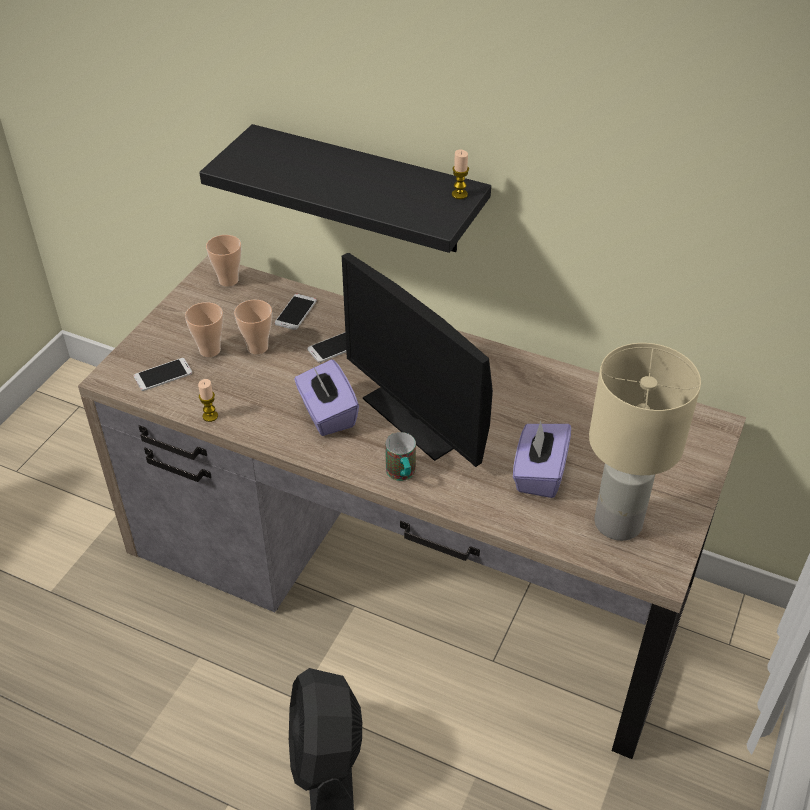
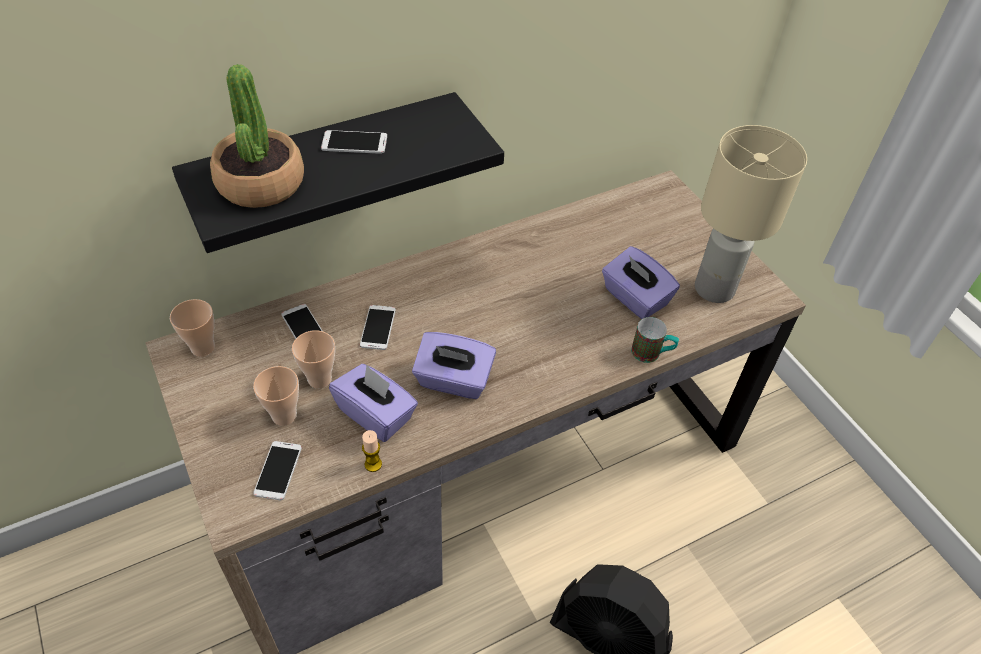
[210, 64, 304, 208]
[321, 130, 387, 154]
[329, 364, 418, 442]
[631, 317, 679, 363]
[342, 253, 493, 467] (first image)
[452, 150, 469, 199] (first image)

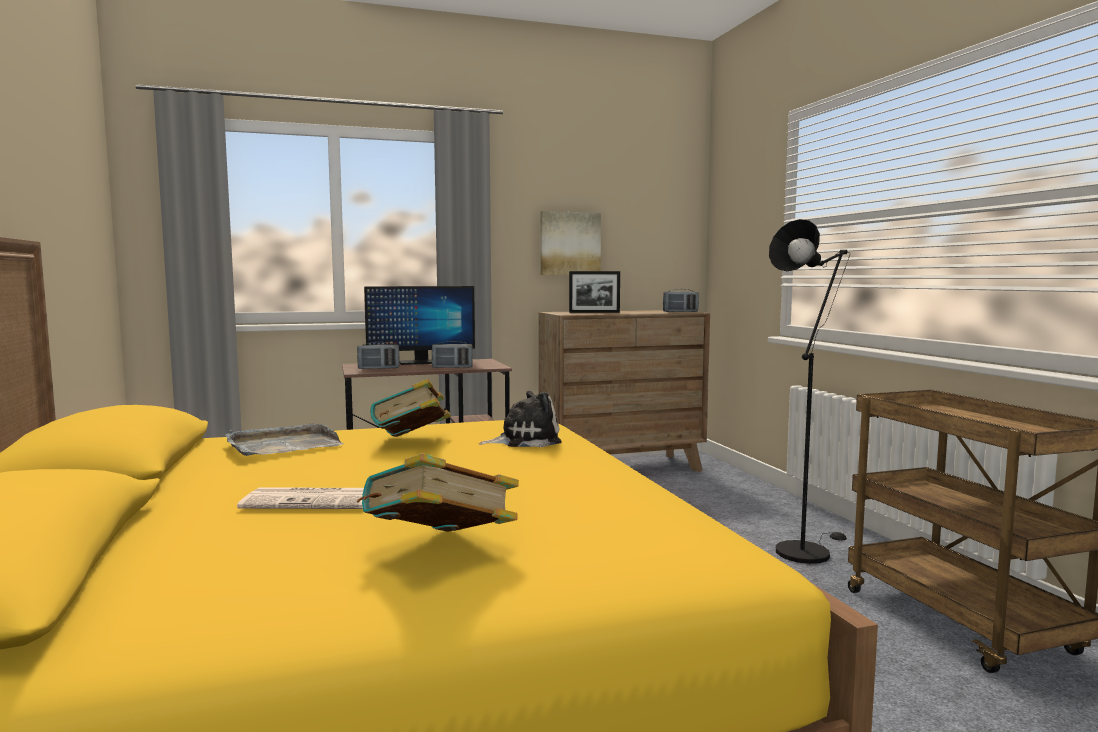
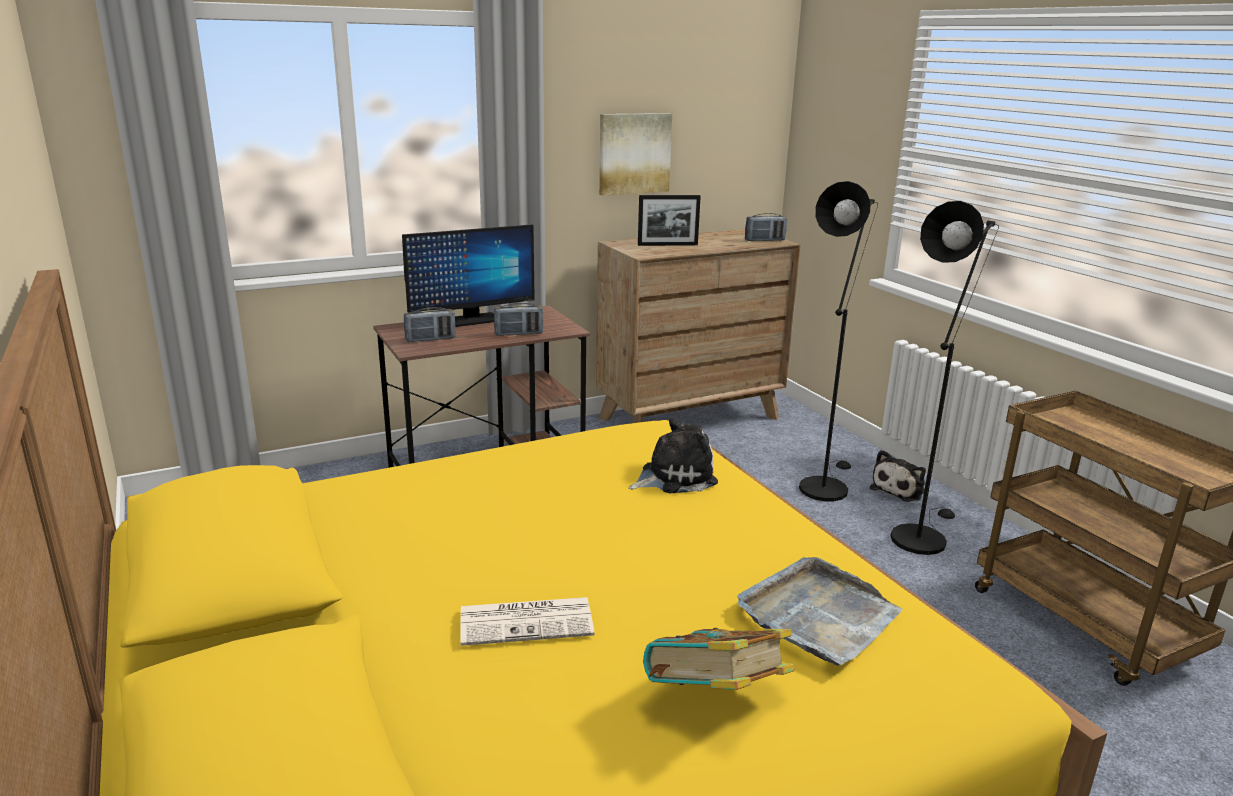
[737, 557, 903, 666]
[799, 181, 878, 501]
[870, 450, 926, 502]
[370, 379, 451, 437] (first image)

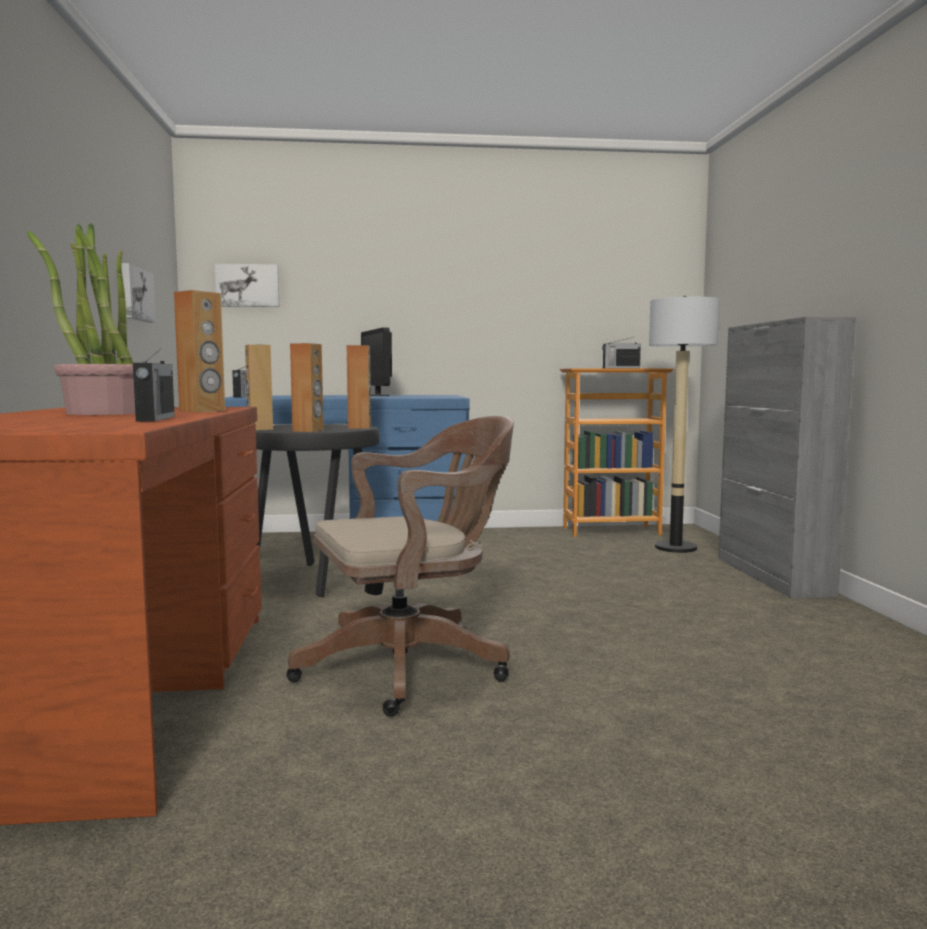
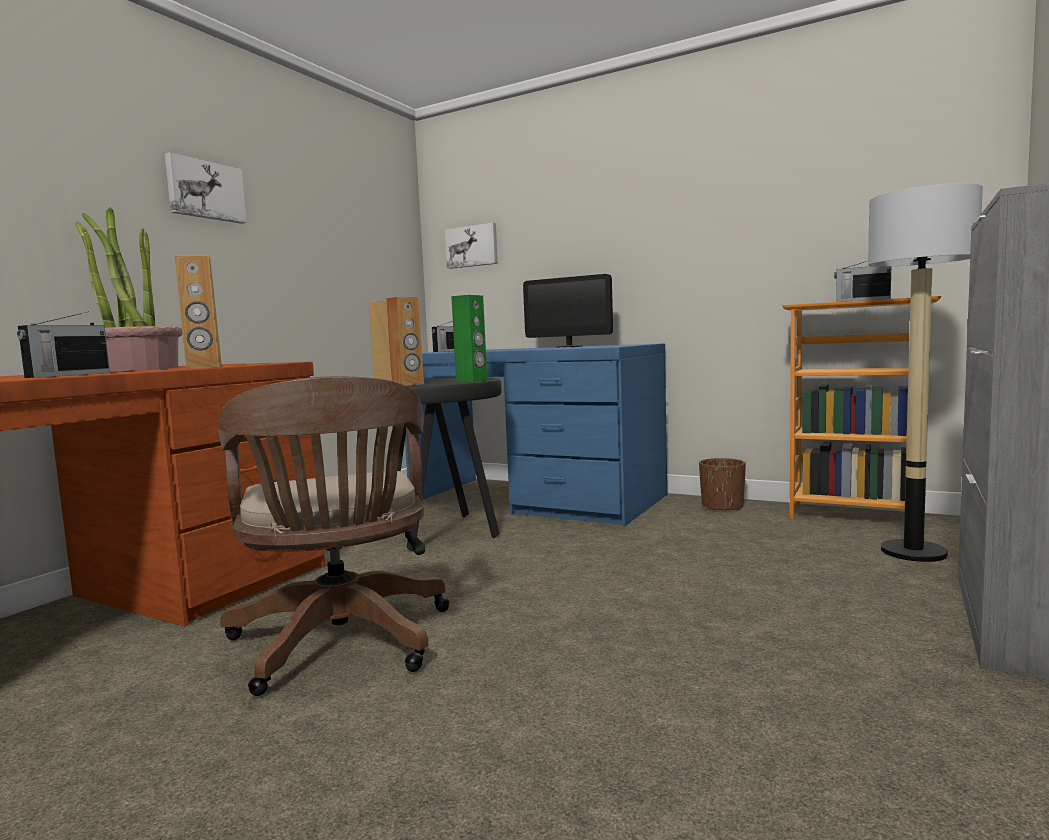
[165, 152, 247, 224]
[218, 376, 449, 696]
[451, 295, 487, 382]
[523, 274, 613, 347]
[699, 458, 746, 511]

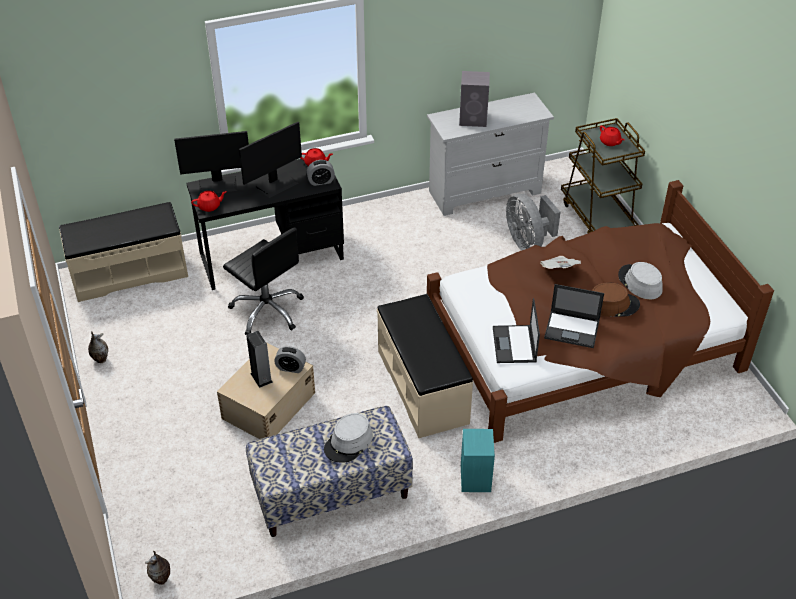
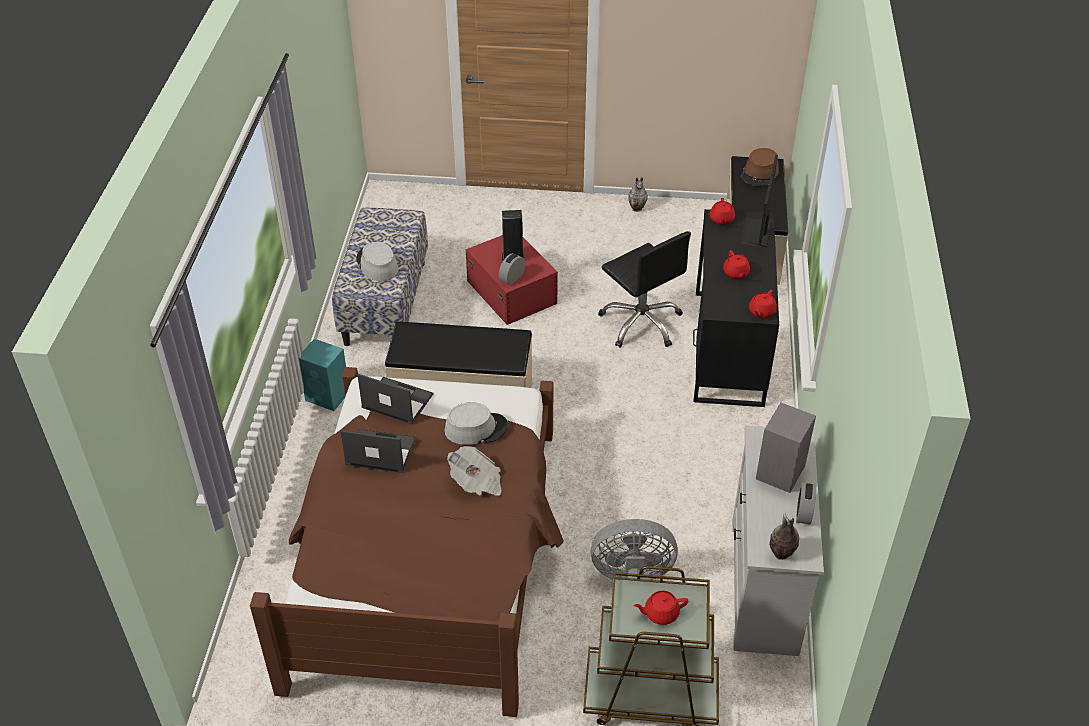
[340, 429, 416, 473]
[444, 402, 508, 445]
[466, 235, 558, 325]
[598, 231, 691, 348]
[723, 250, 750, 279]
[741, 148, 779, 186]
[769, 513, 799, 560]
[796, 482, 816, 524]

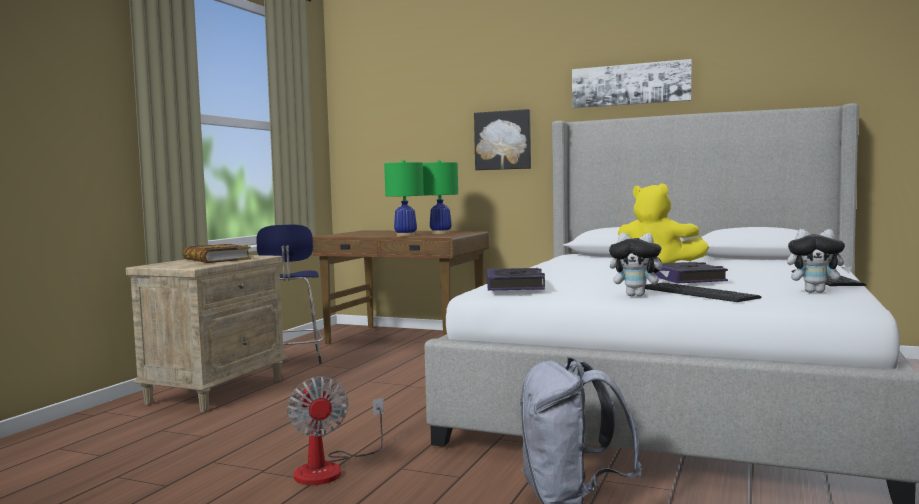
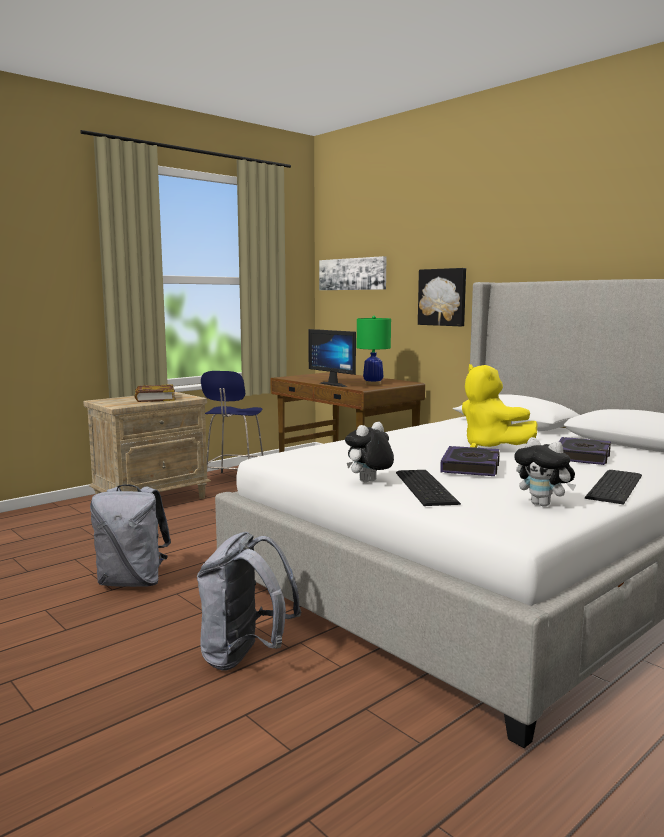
[90, 484, 171, 587]
[308, 329, 356, 387]
[319, 256, 386, 290]
[345, 422, 394, 482]
[559, 437, 611, 465]

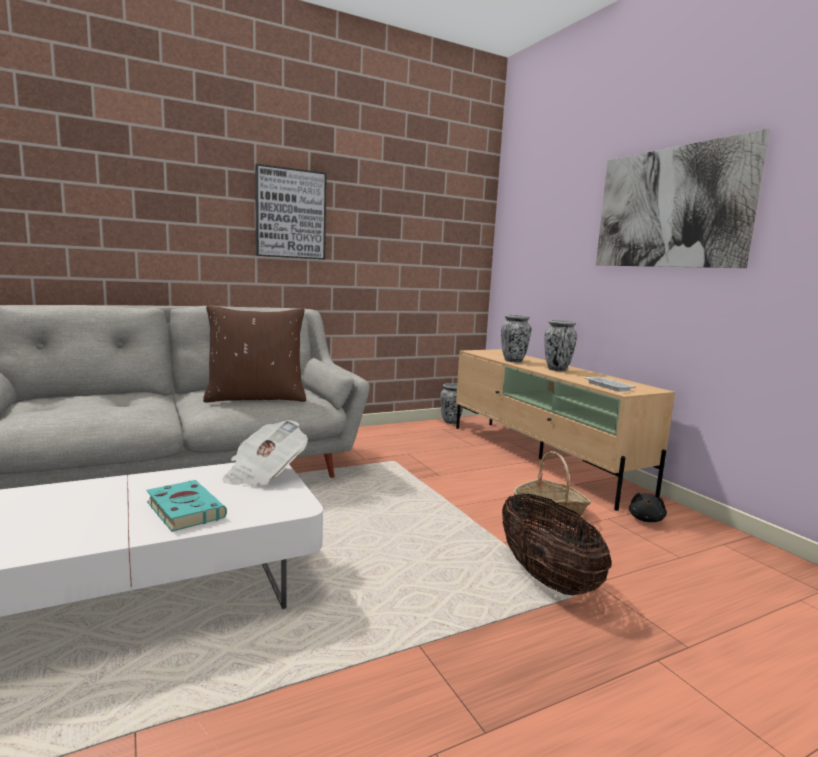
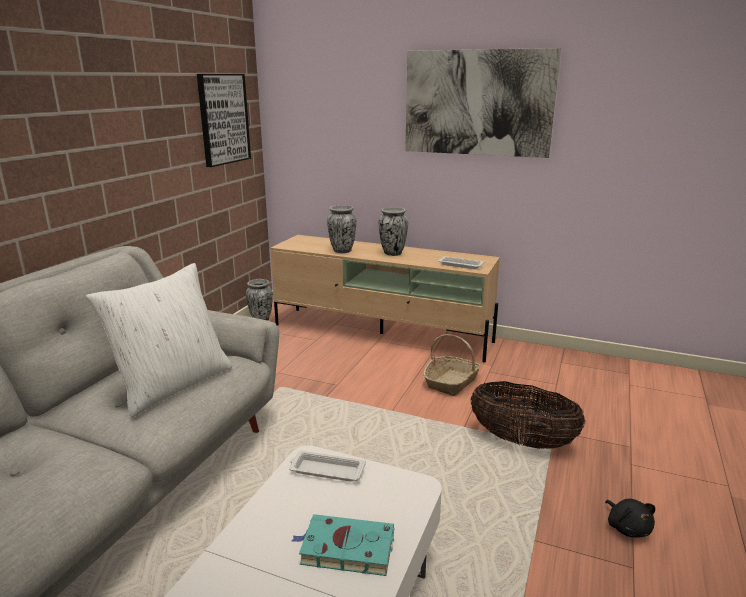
[86, 263, 232, 417]
[197, 74, 251, 167]
[289, 451, 366, 482]
[605, 499, 655, 537]

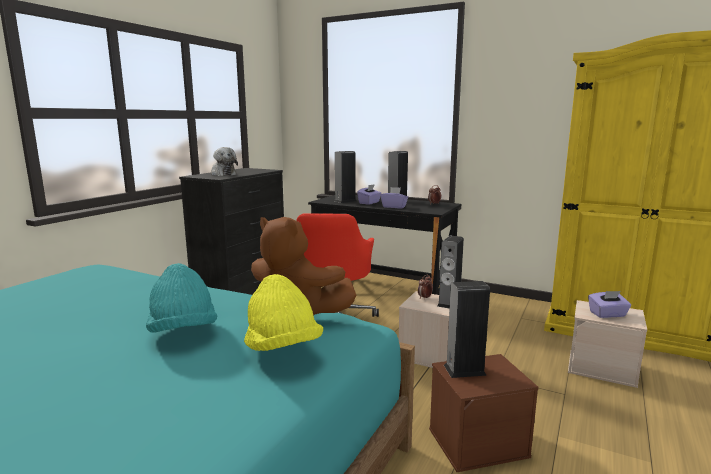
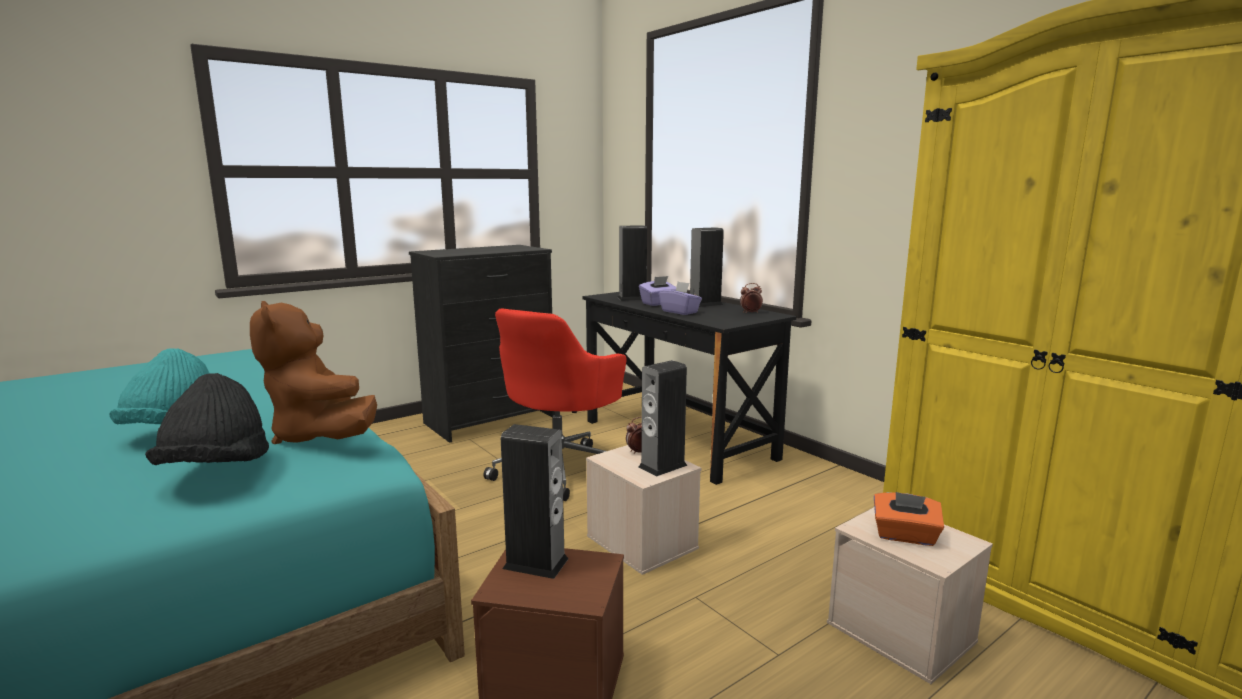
[145, 373, 269, 465]
[874, 492, 944, 546]
[211, 147, 238, 176] (first image)

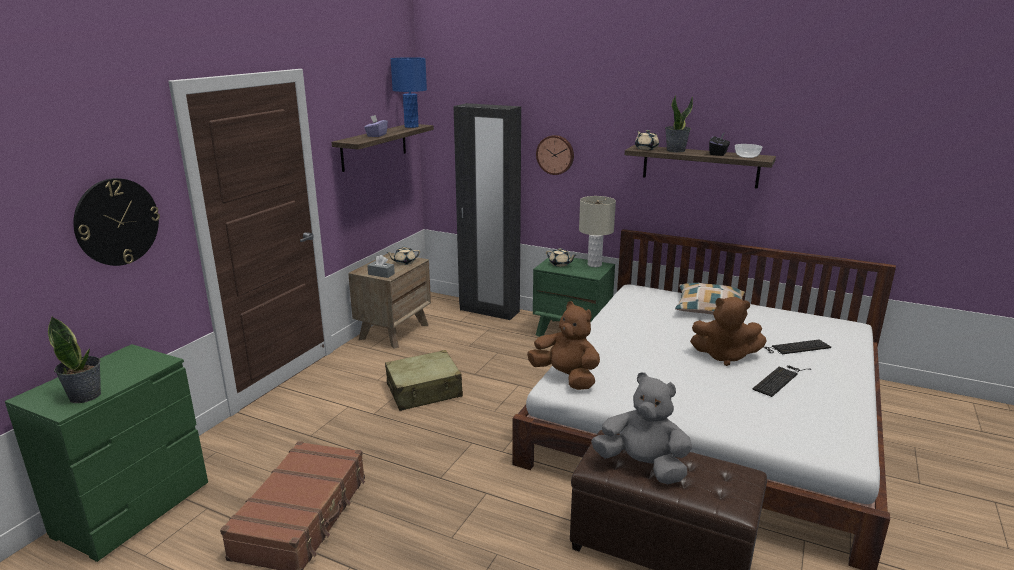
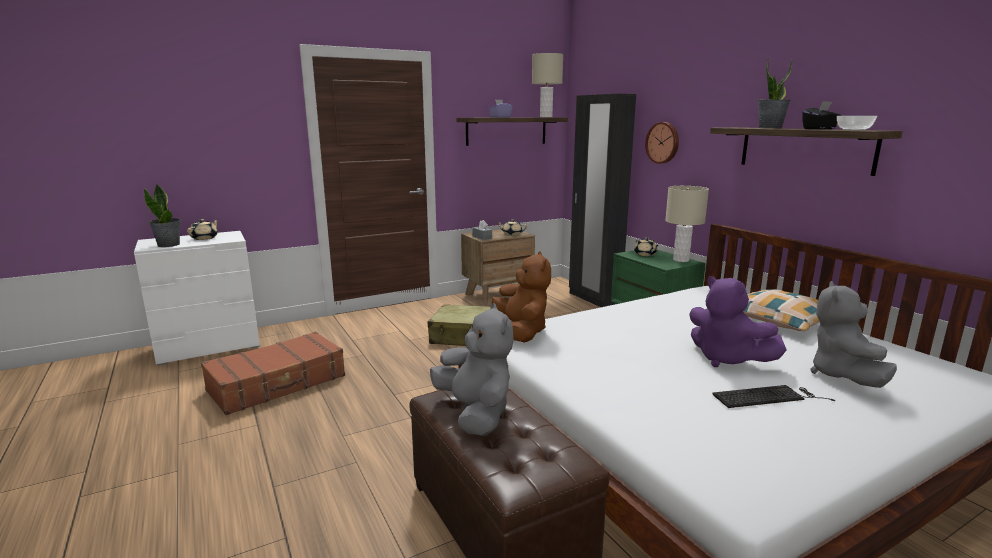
[134, 231, 260, 366]
[187, 219, 218, 240]
[532, 53, 563, 117]
[689, 276, 787, 367]
[810, 281, 897, 388]
[73, 178, 160, 266] (first image)

